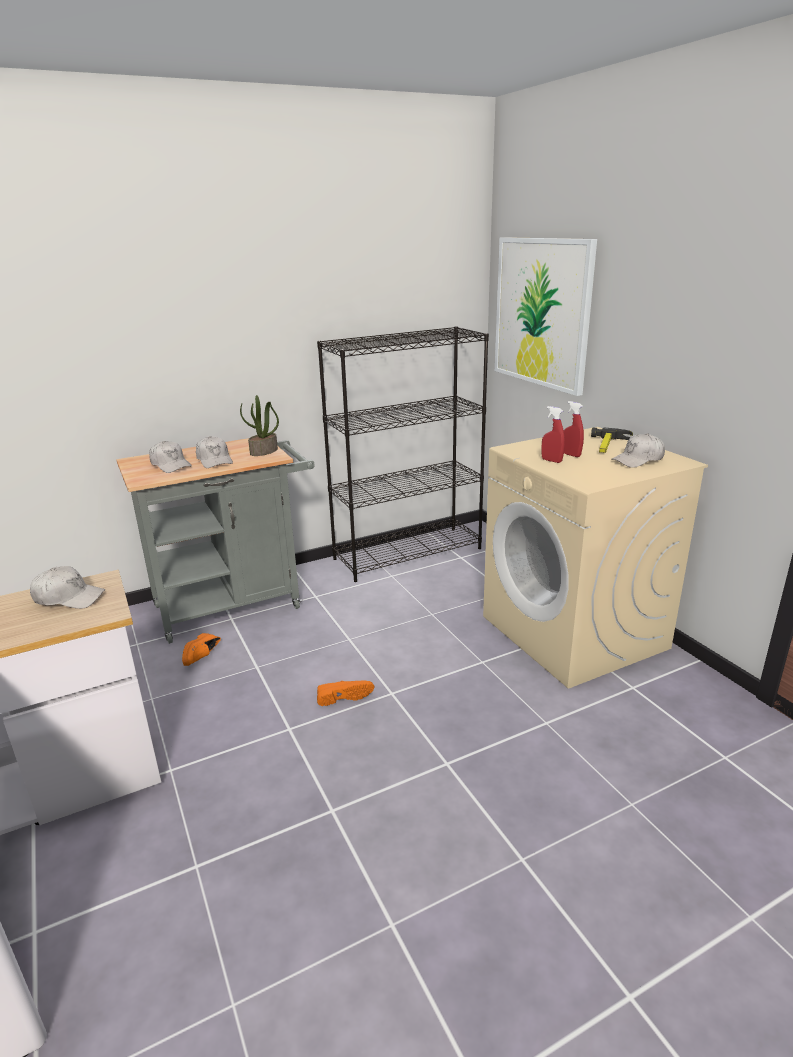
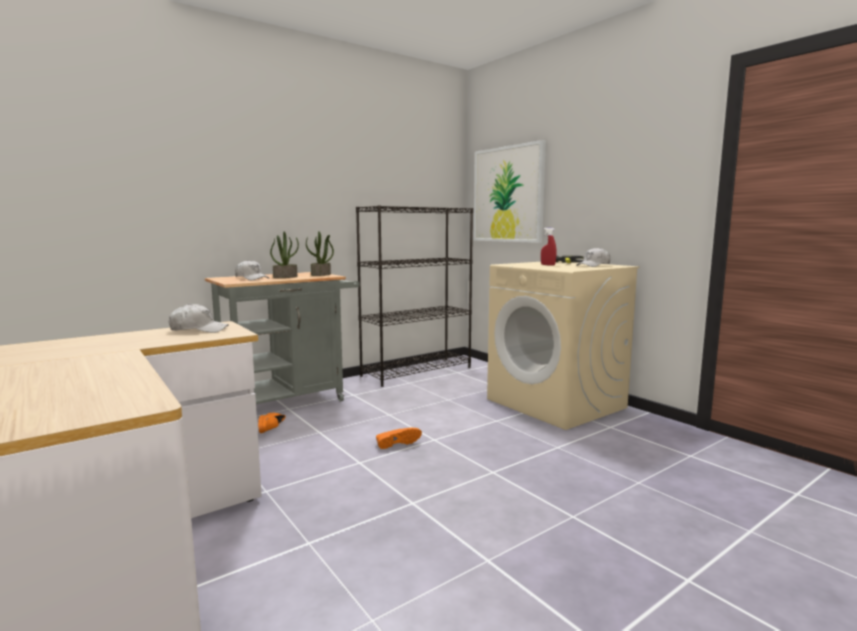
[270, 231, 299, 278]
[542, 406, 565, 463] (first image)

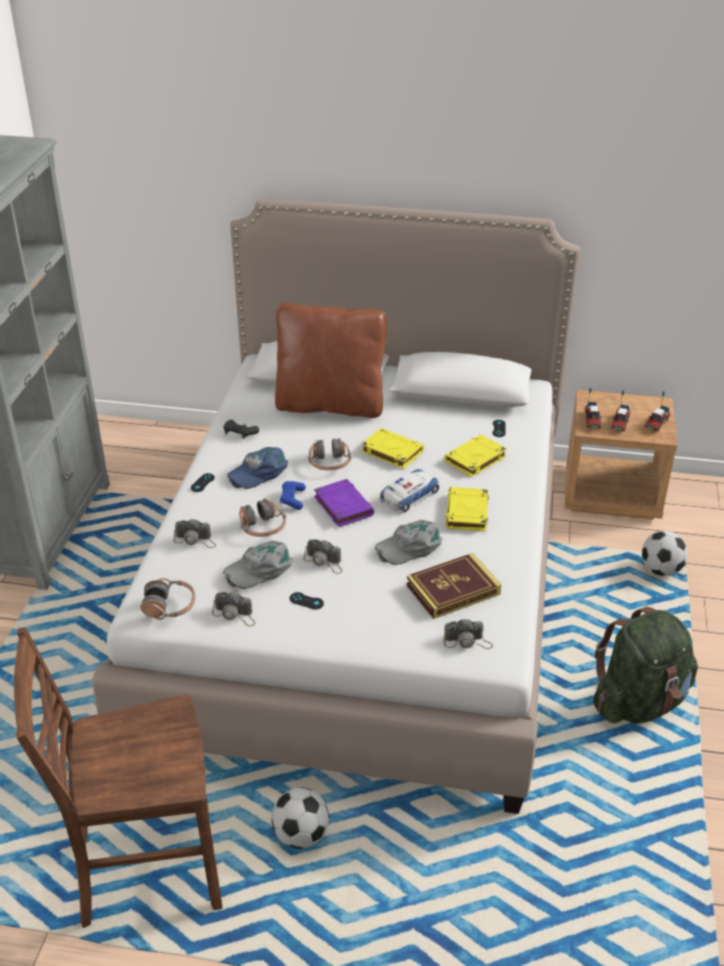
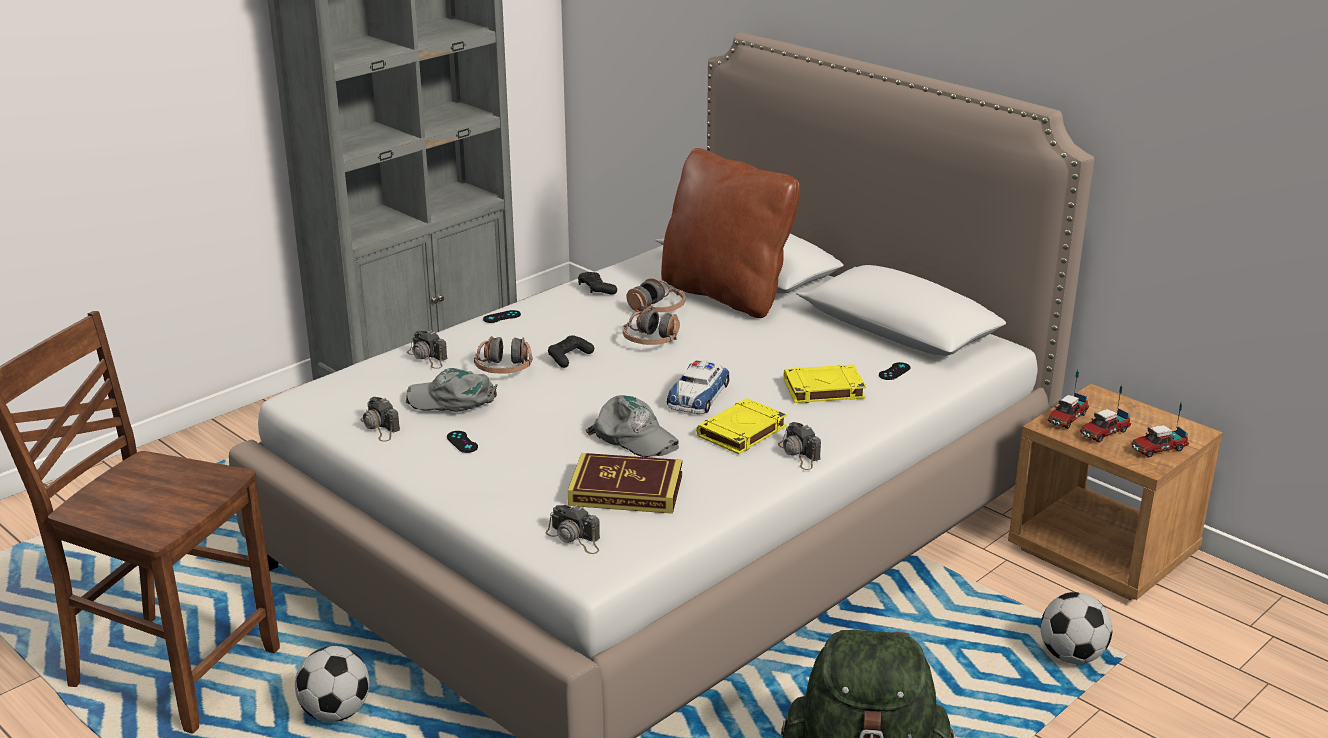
[548, 335, 594, 368]
[586, 395, 679, 457]
[626, 278, 686, 312]
[667, 360, 730, 414]
[778, 422, 821, 470]
[227, 447, 288, 489] (first image)
[314, 479, 374, 527] (first image)
[361, 428, 424, 469] (first image)

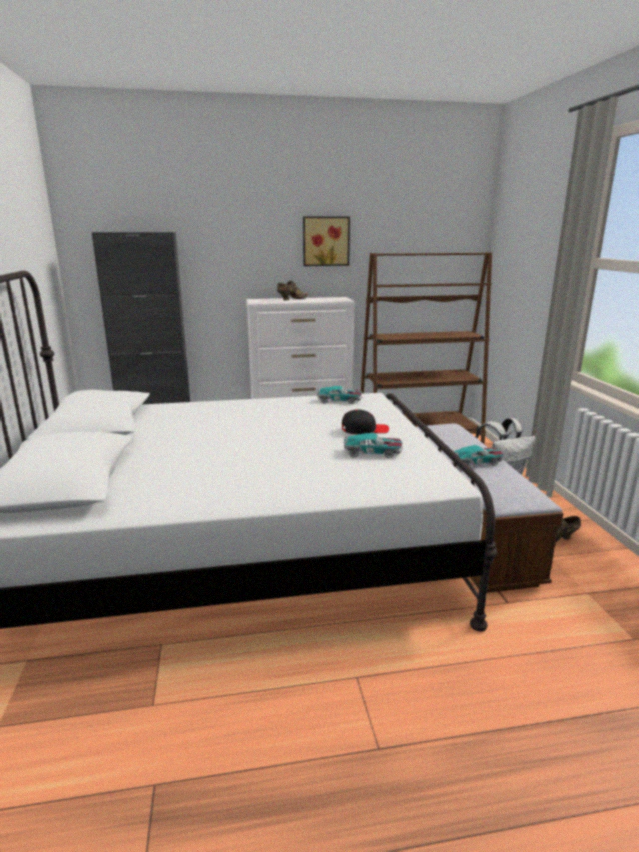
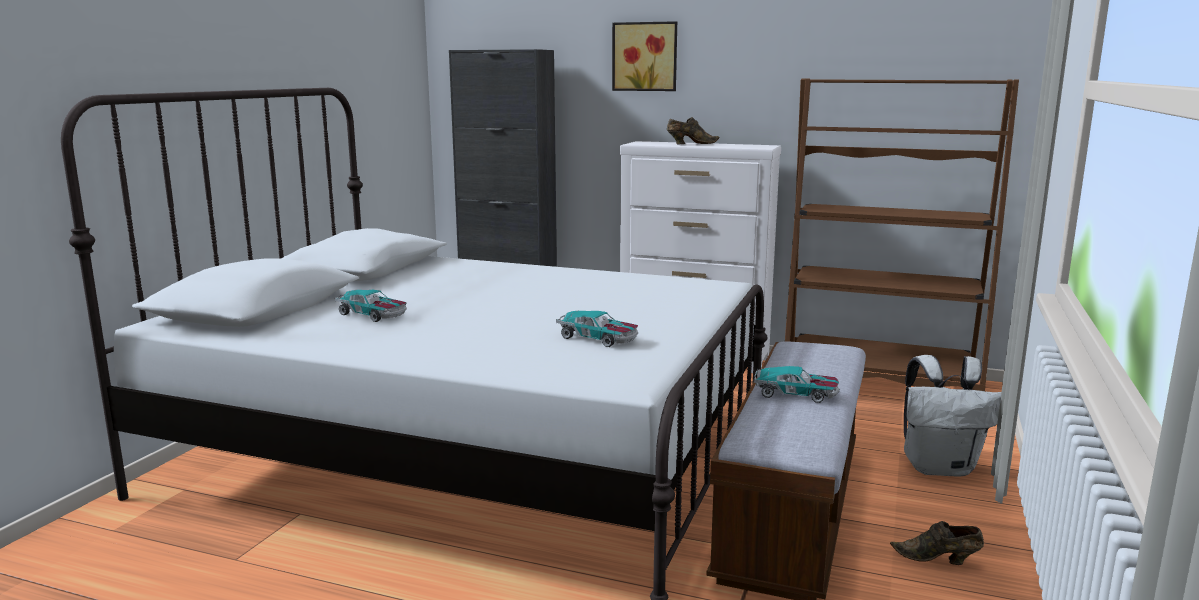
[335, 290, 407, 322]
[612, 21, 677, 91]
[342, 409, 389, 434] (first image)

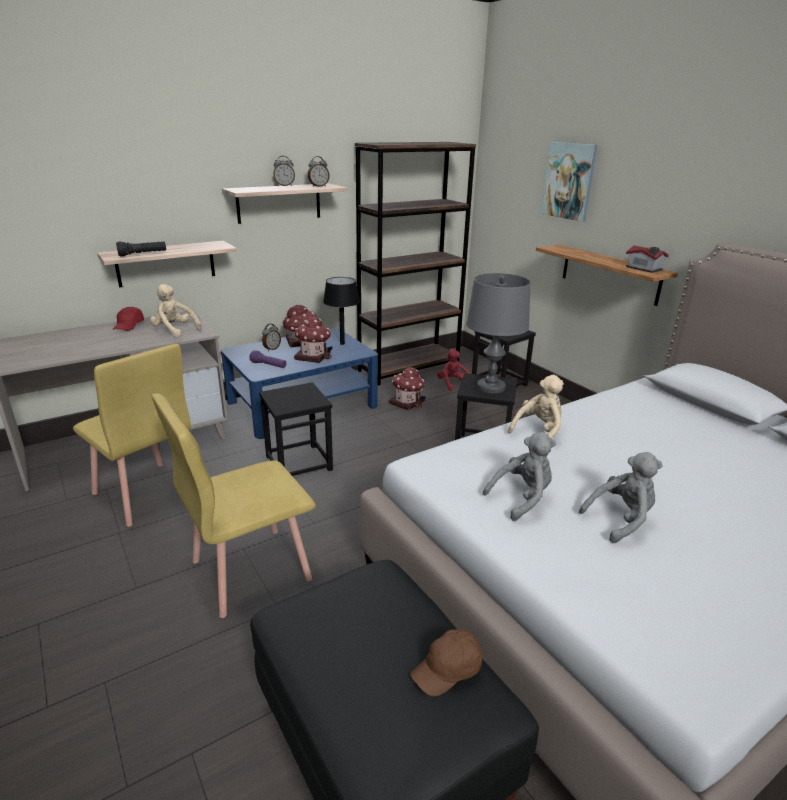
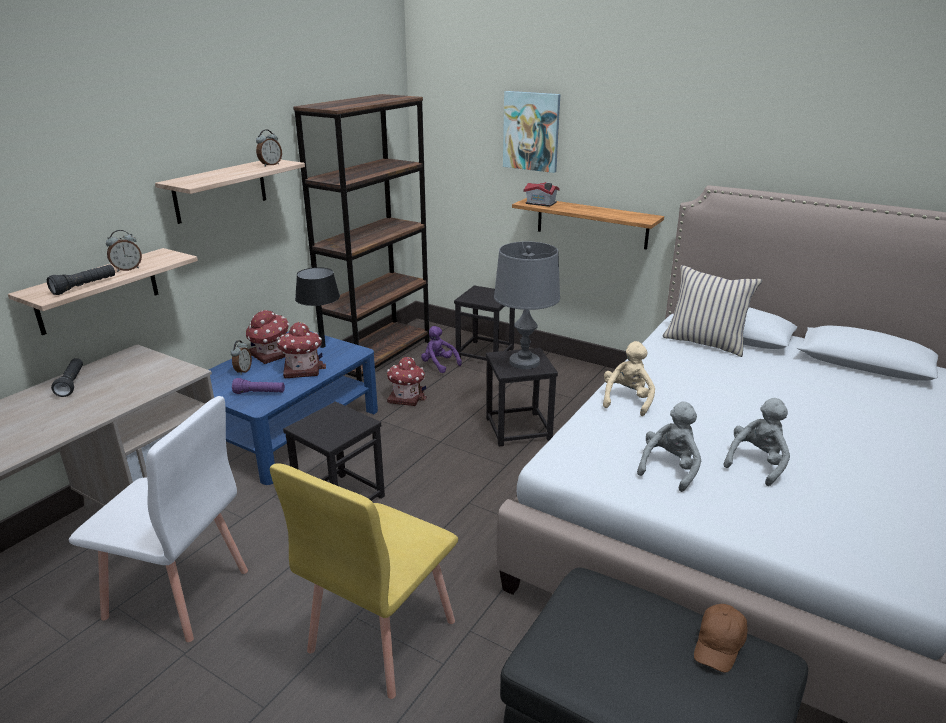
[51, 358, 83, 397]
[69, 396, 248, 642]
[106, 230, 142, 272]
[421, 326, 462, 373]
[524, 182, 560, 207]
[663, 265, 762, 357]
[150, 284, 202, 337] (first image)

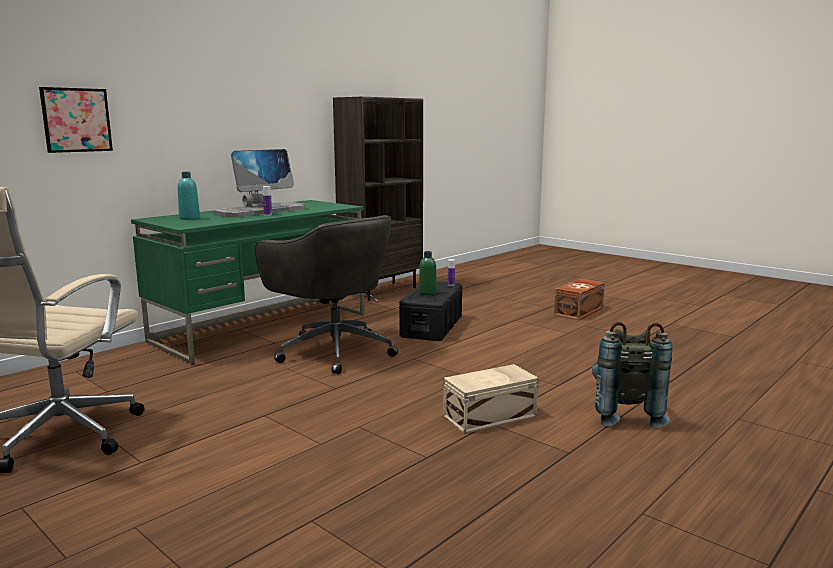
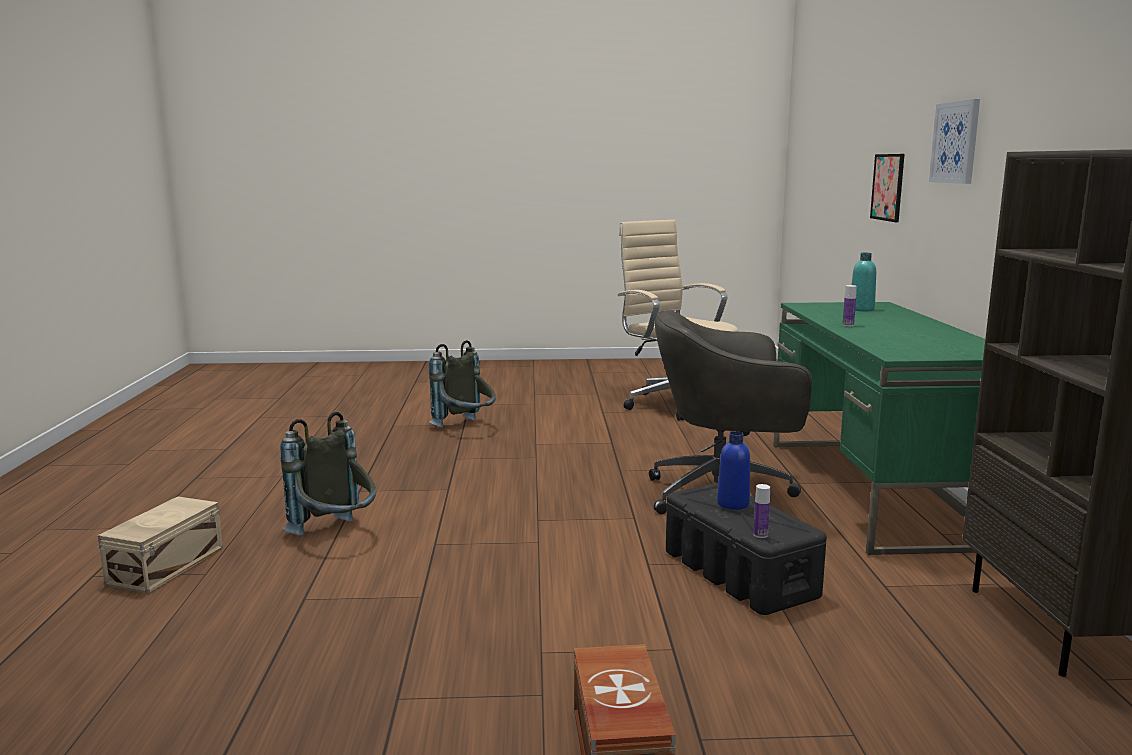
[98, 497, 223, 594]
[429, 340, 496, 428]
[717, 431, 750, 510]
[929, 99, 980, 184]
[213, 149, 305, 217] (first image)

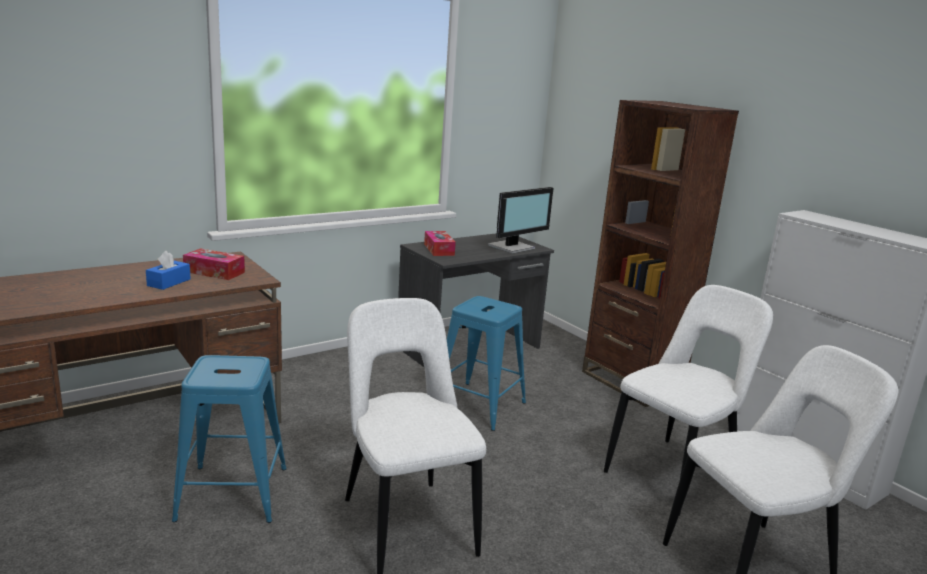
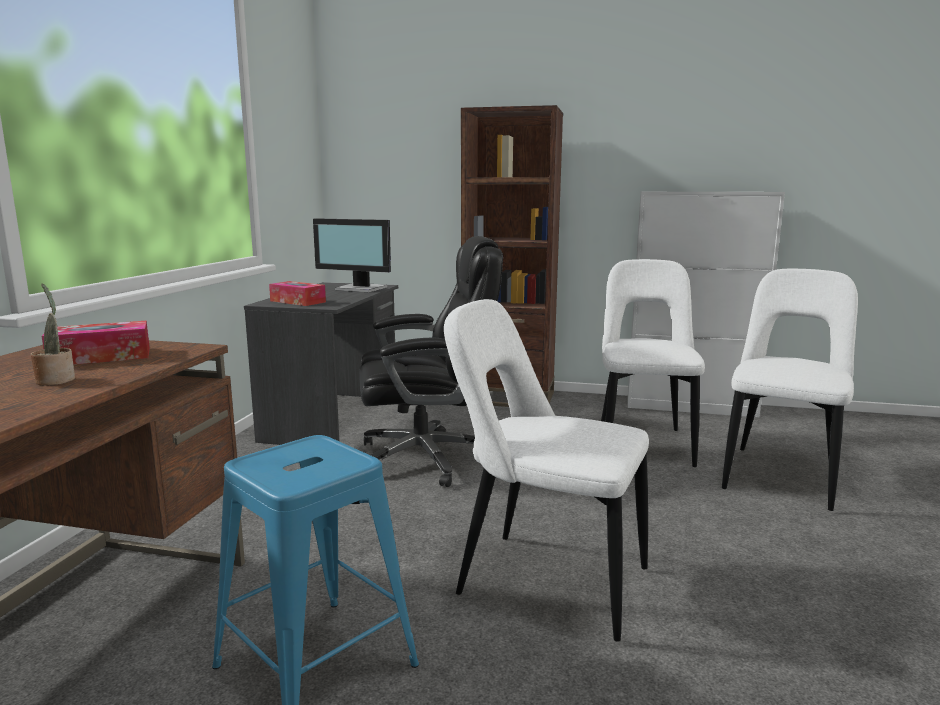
[30, 283, 75, 386]
[313, 218, 391, 292]
[359, 236, 503, 487]

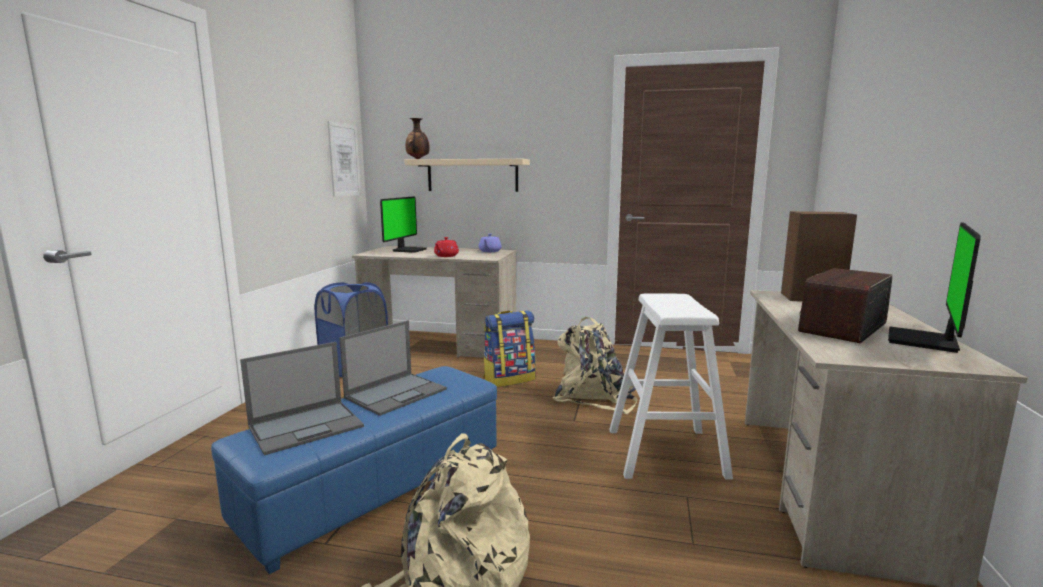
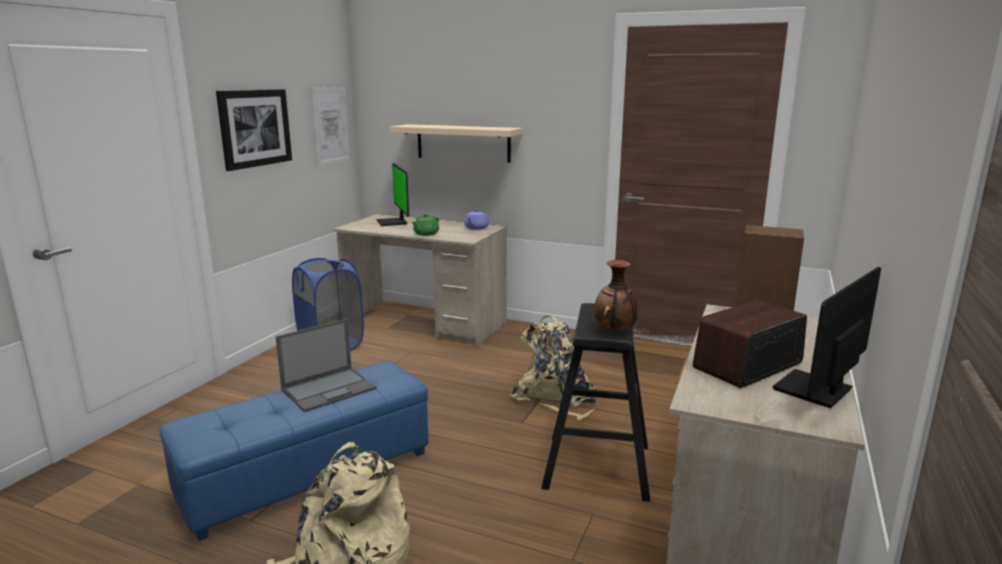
[216, 89, 292, 171]
[376, 163, 409, 226]
[411, 214, 439, 236]
[541, 303, 650, 502]
[594, 260, 638, 332]
[240, 342, 364, 455] (first image)
[483, 310, 536, 387] (first image)

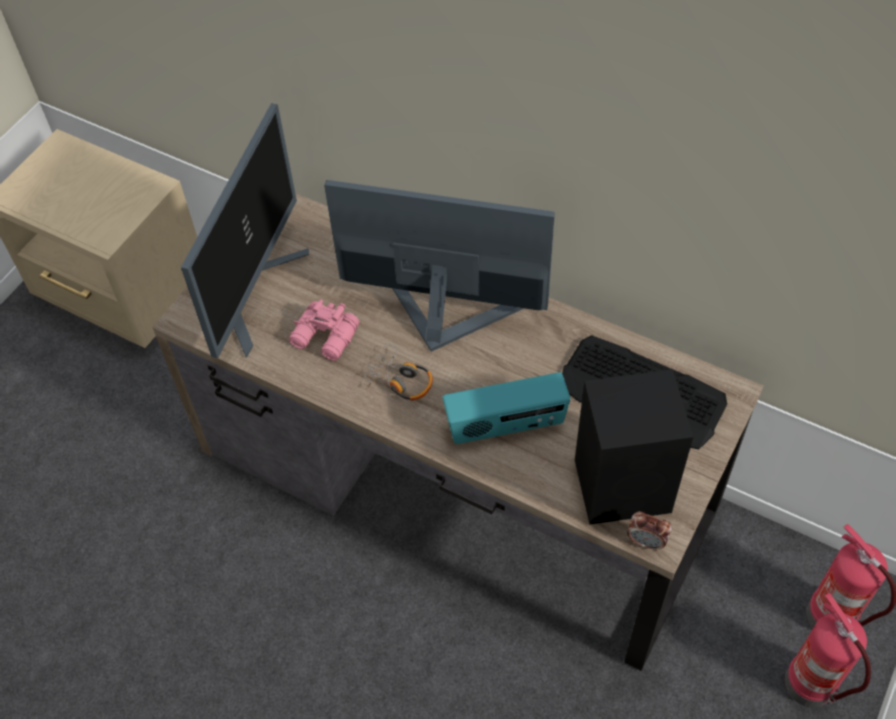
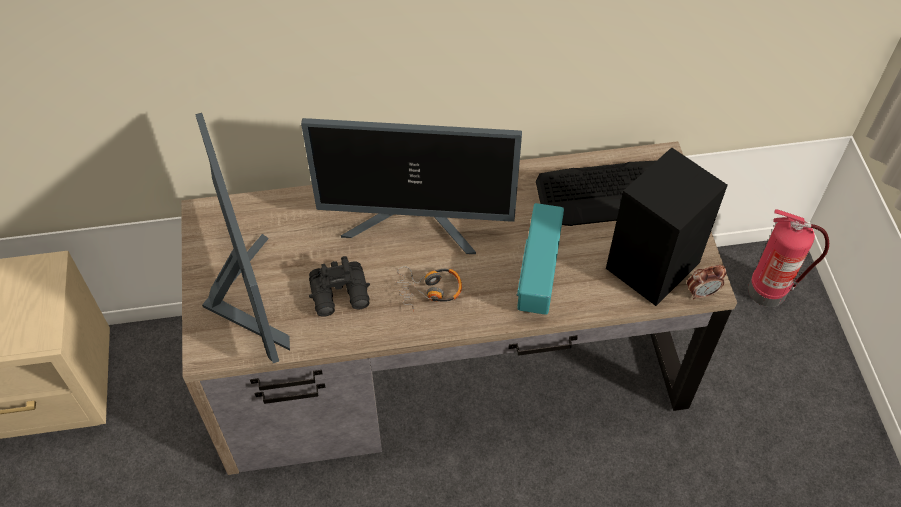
[301, 118, 522, 254]
[309, 256, 370, 317]
[517, 203, 564, 315]
[784, 593, 871, 708] (first image)

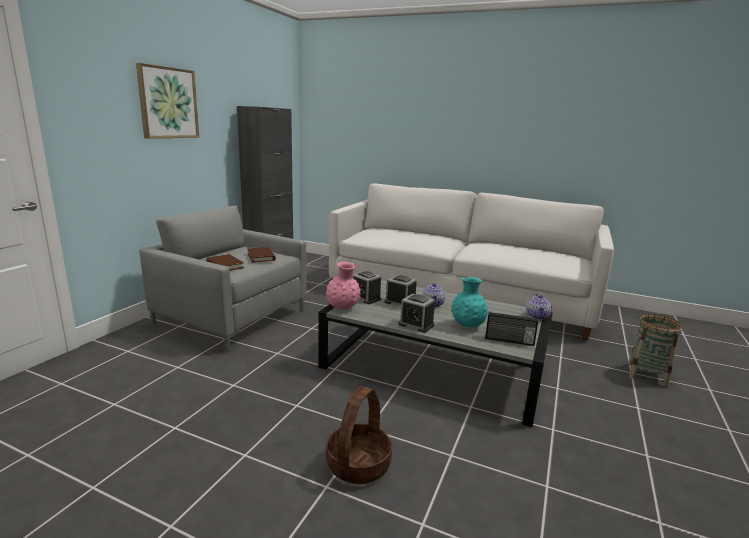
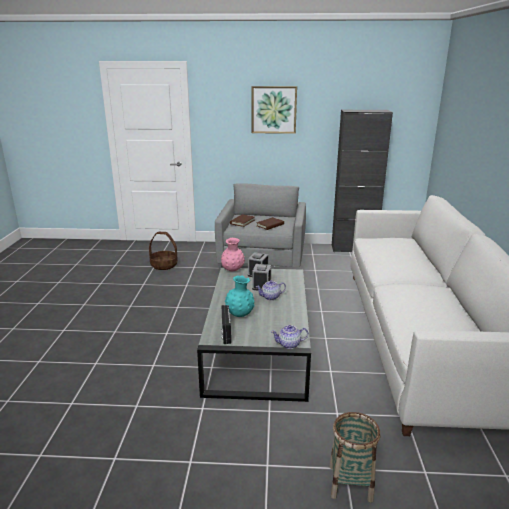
[149, 232, 178, 270]
[398, 294, 435, 333] (first image)

